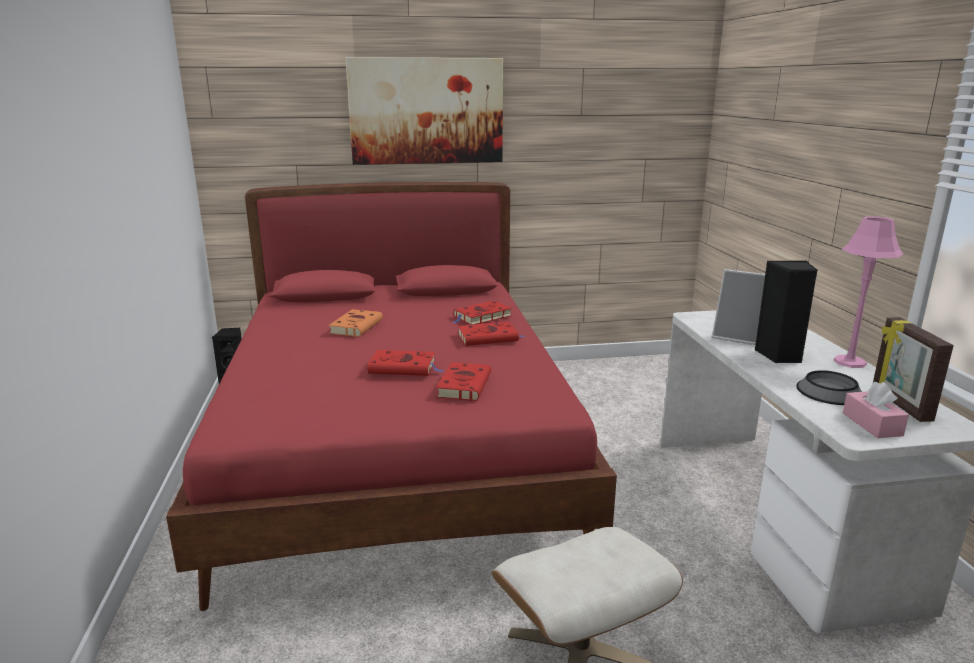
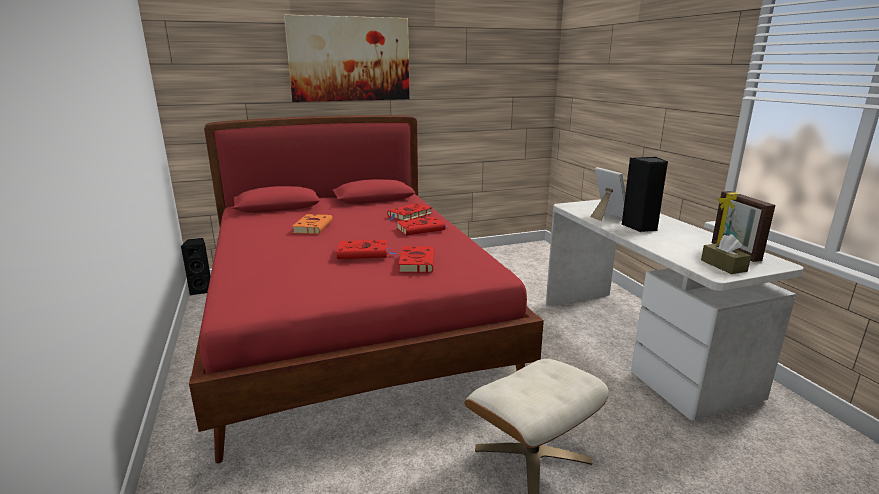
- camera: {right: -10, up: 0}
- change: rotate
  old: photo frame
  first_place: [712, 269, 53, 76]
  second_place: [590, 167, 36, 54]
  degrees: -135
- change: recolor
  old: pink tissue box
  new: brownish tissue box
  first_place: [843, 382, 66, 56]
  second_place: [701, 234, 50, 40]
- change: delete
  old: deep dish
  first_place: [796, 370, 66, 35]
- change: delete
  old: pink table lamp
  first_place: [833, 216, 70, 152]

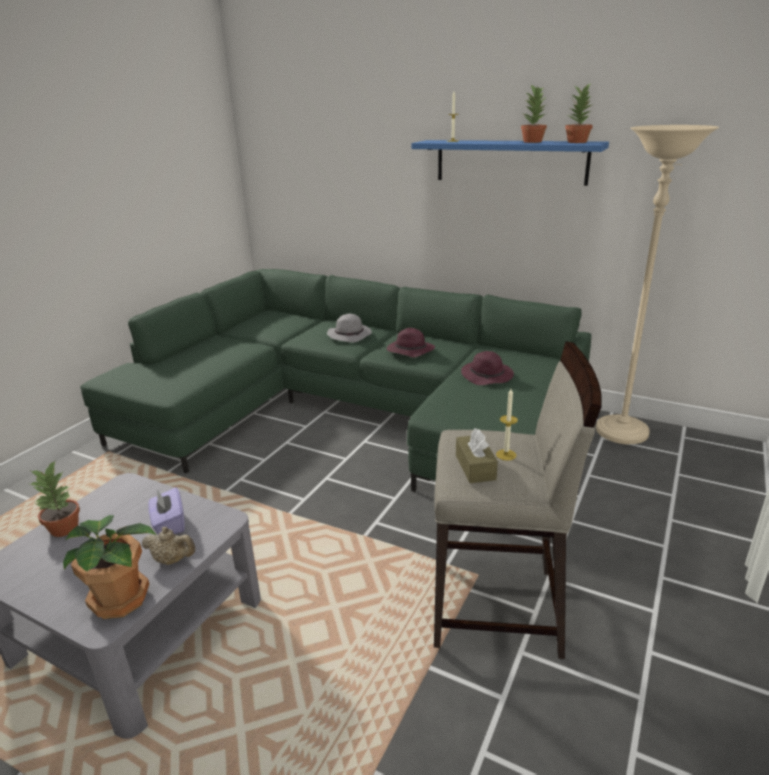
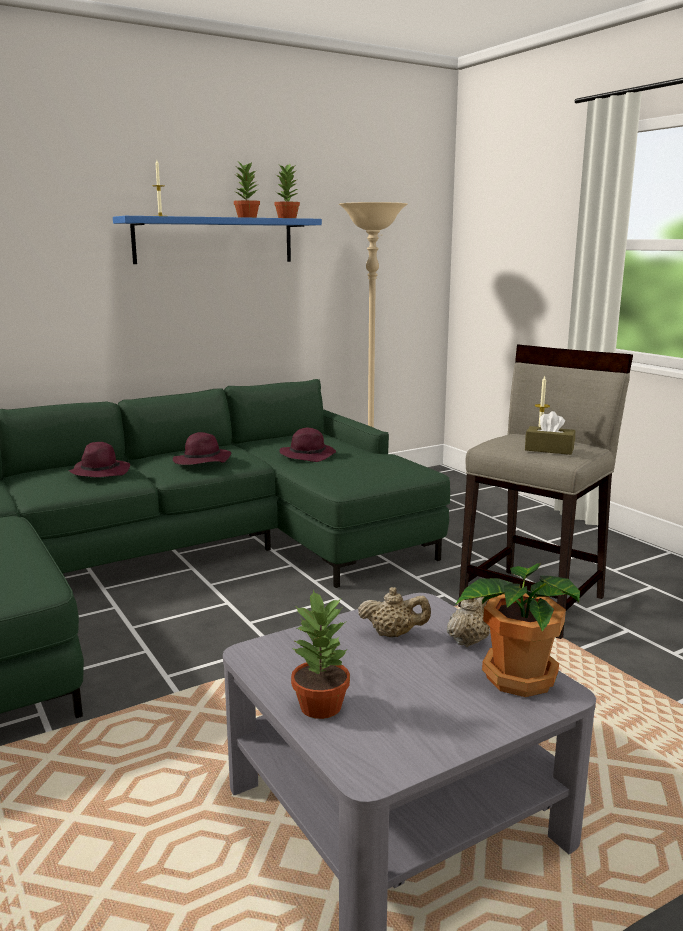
- camera: {right: -60, up: -10}
- change: recolor
  old: greyish hat
  new: purplish hat
  first_place: [327, 314, 45, 29]
  second_place: [69, 442, 61, 35]
- change: replace
  old: purplish tissue box
  new: beige-coloured tea pot
  first_place: [148, 487, 37, 48]
  second_place: [358, 587, 73, 50]

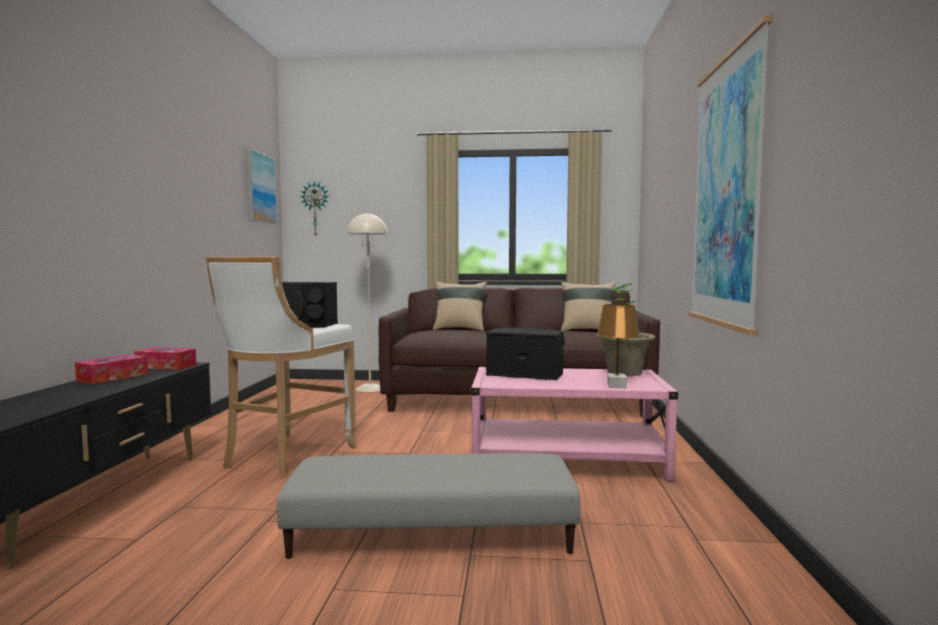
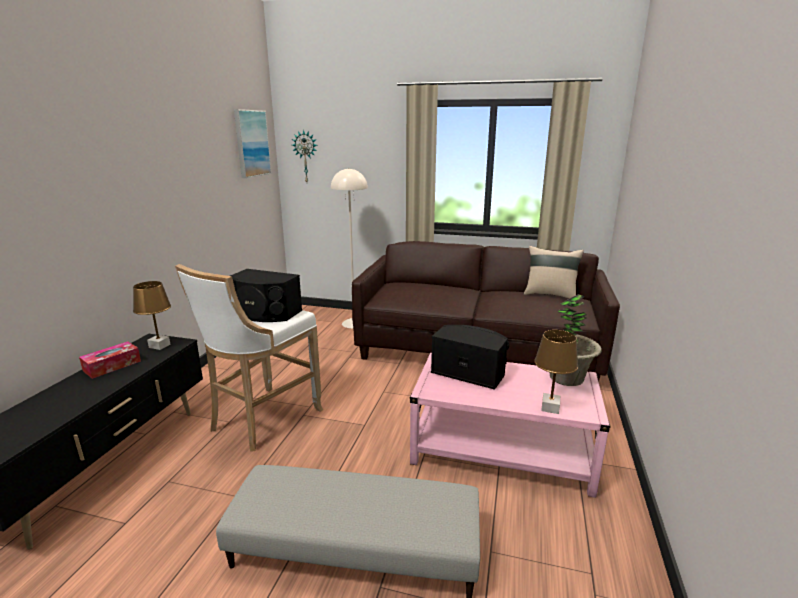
- camera: {right: 10, up: 15}
- change: replace
  old: tissue box
  new: brownish table lamp
  first_place: [134, 347, 62, 23]
  second_place: [133, 281, 38, 69]
- change: delete
  old: beige-coloured pillow
  first_place: [433, 281, 54, 50]
- change: delete
  old: picture
  first_place: [689, 15, 84, 321]

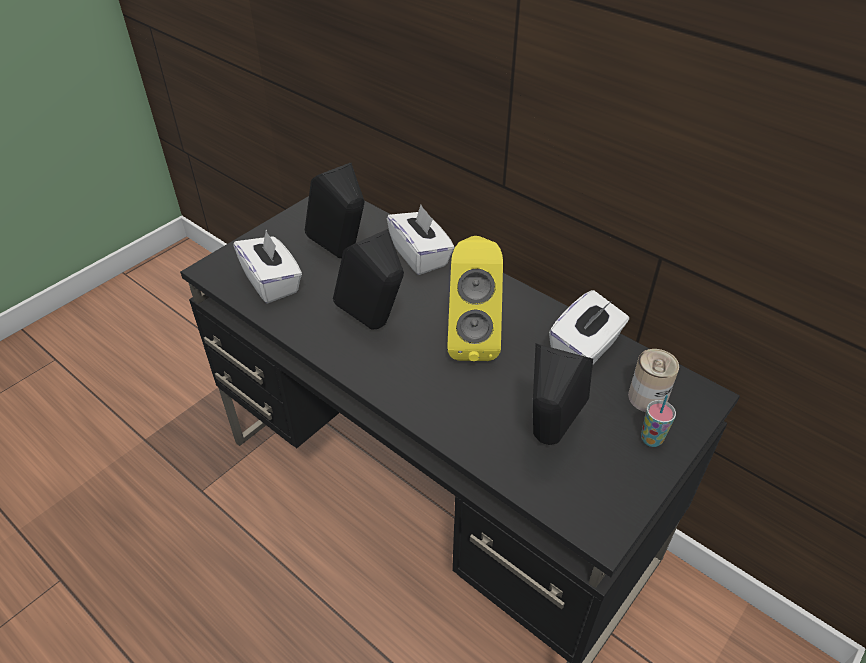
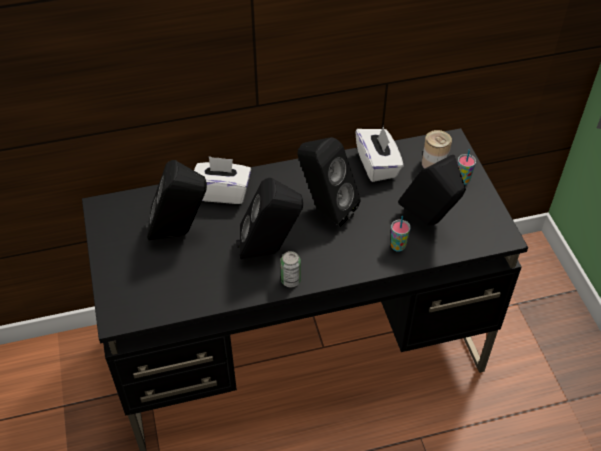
- camera: {right: -55, up: 5}
- change: insert
  new: sealed can
  second_place: [280, 251, 21, 36]
- change: recolor
  old: yellow-coloured speaker
  new: black-coloured speaker
  first_place: [447, 236, 56, 125]
  second_place: [298, 137, 62, 90]
- change: insert
  new: cup
  second_place: [390, 216, 21, 36]
- change: delete
  old: whitish tissue box
  first_place: [233, 230, 69, 73]

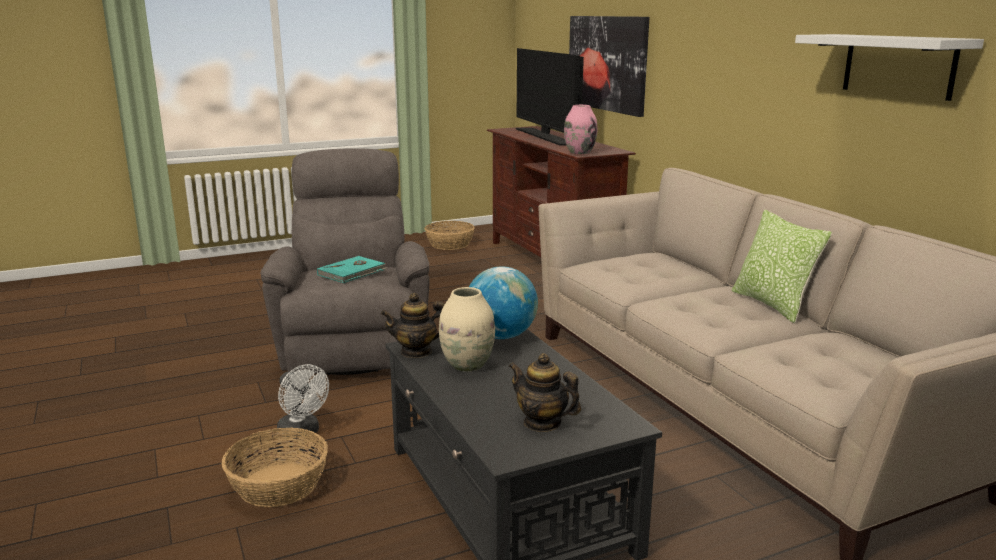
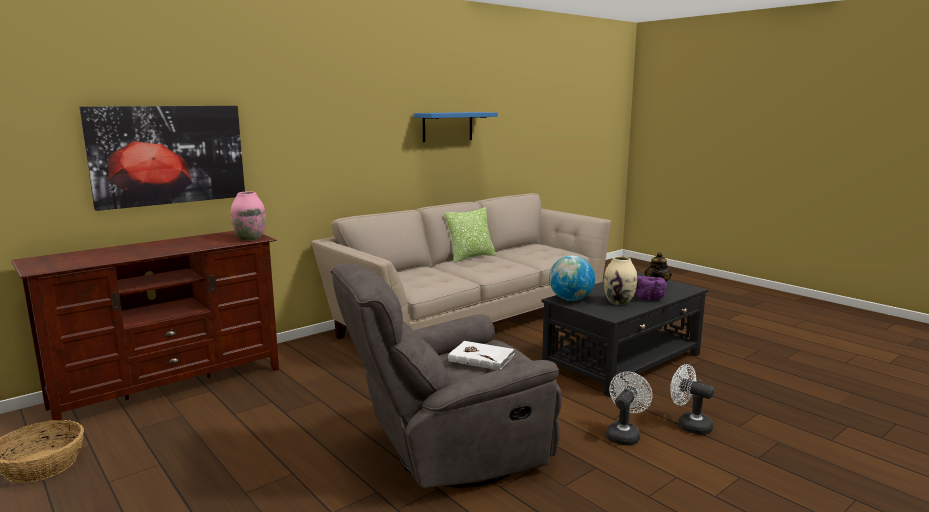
- camera: {right: -105, up: -5}
- change: recolor
  old: whitish wall shelf
  new: blue wall shelf
  first_place: [795, 34, 189, 67]
  second_place: [414, 112, 84, 30]
- change: recolor
  old: blue-green book
  new: whitish book
  first_place: [317, 256, 70, 27]
  second_place: [448, 341, 67, 29]
- change: insert
  new: purplish deep dish
  second_place: [634, 276, 33, 24]
- change: replace
  old: basket
  new: whitish cooling fan
  first_place: [222, 428, 106, 79]
  second_place: [670, 364, 44, 71]
- change: delete
  old: tea pot
  first_place: [381, 293, 64, 65]
- change: delete
  old: TV set
  first_place: [516, 48, 68, 98]

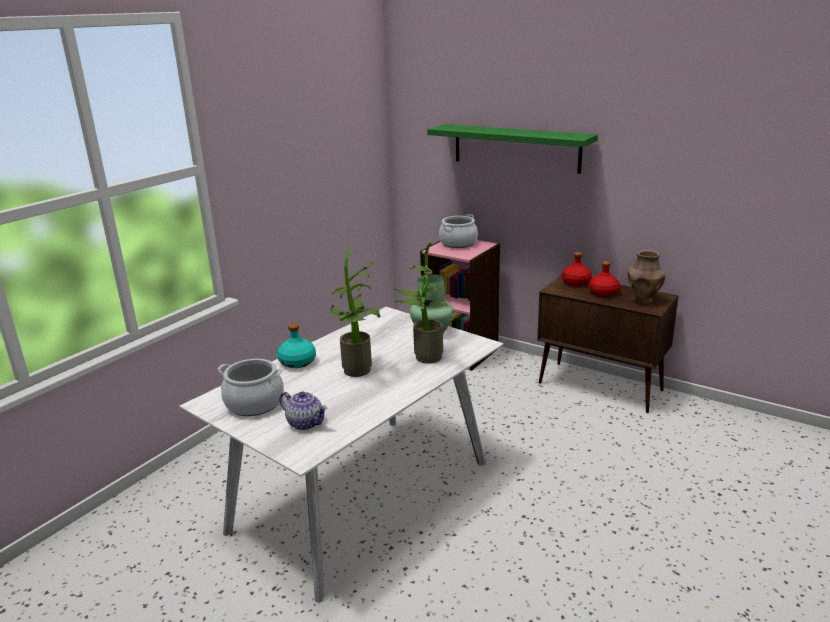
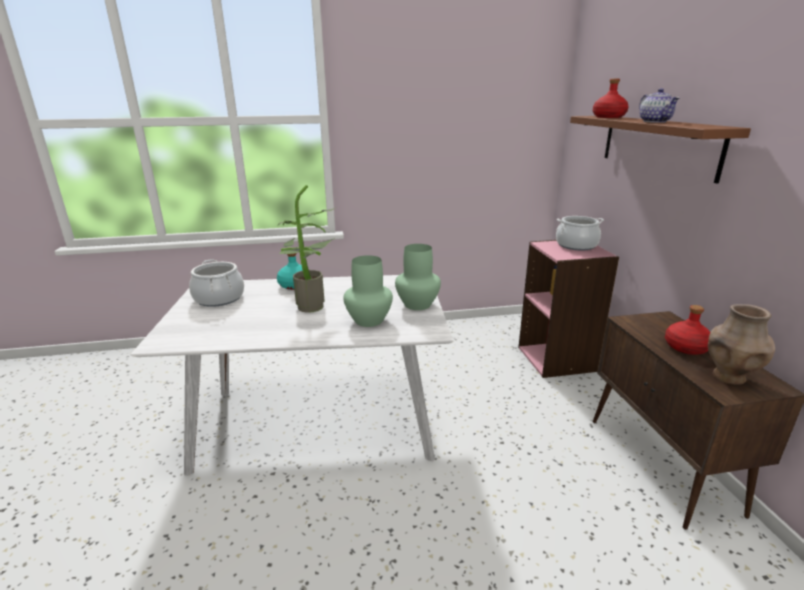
- camera: {right: 45, up: 0}
- change: replace
  old: plant in a pot
  new: green-coloured vase
  first_place: [392, 242, 55, 122]
  second_place: [343, 255, 50, 72]
- change: recolor
  old: green-coloured wall shelf
  new: brownish wall shelf
  first_place: [427, 124, 171, 50]
  second_place: [570, 116, 181, 68]
- change: move
  old: reddish beverage bottle
  first_place: [562, 252, 30, 35]
  second_place: [593, 79, 36, 39]
- change: move
  old: tea pot
  first_place: [279, 392, 48, 38]
  second_place: [639, 88, 41, 35]

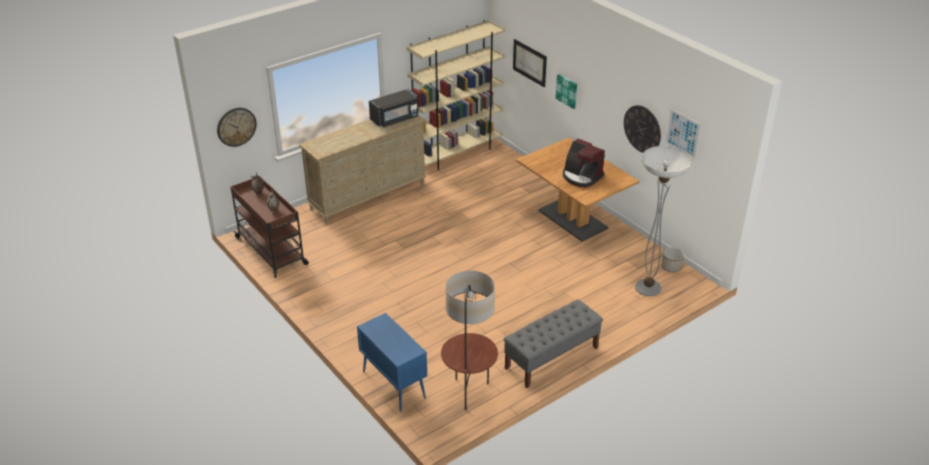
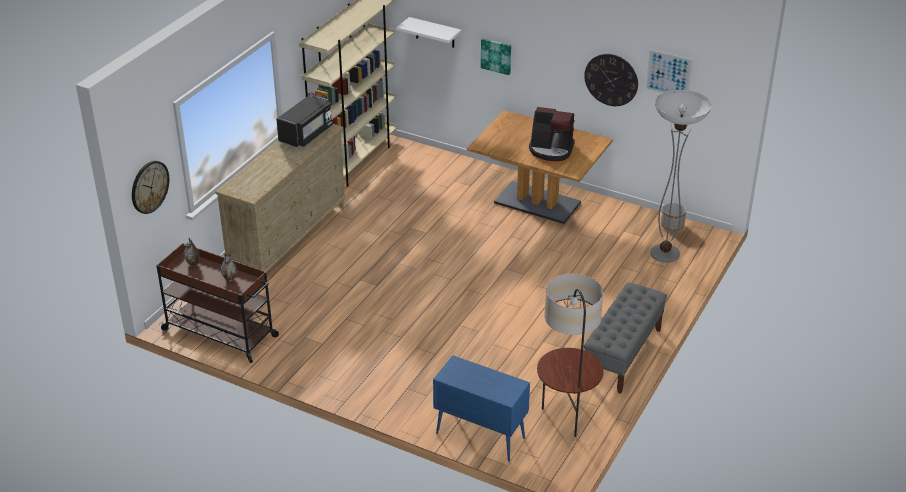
- camera: {right: -25, up: 0}
- change: replace
  old: picture
  new: whitish wall shelf
  first_place: [513, 39, 34, 49]
  second_place: [396, 17, 66, 31]

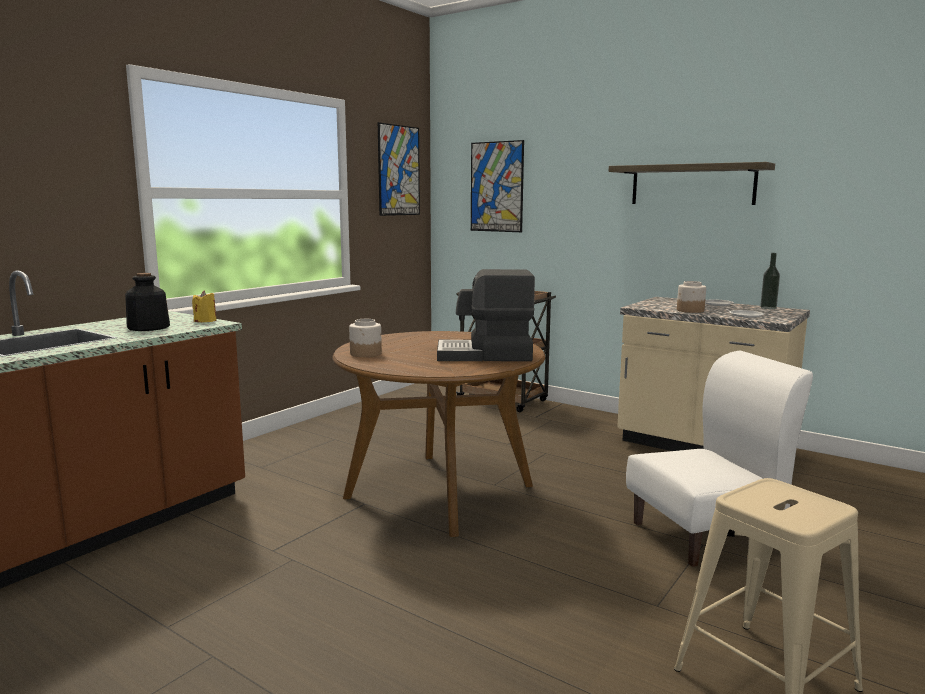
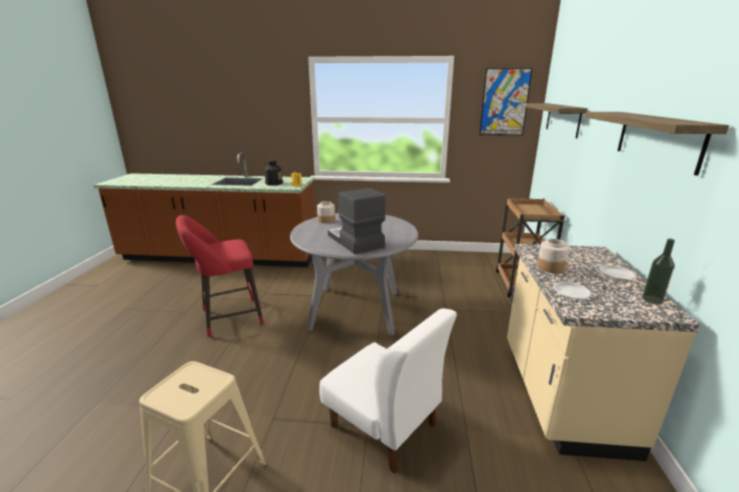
- camera: {right: 60, up: 10}
- change: insert
  new: reddish stool seat
  second_place: [176, 215, 88, 122]
- change: recolor
  old: brownish dinner table
  new: greyish dinner table
  first_place: [332, 331, 213, 206]
  second_place: [290, 213, 128, 123]
- change: replace
  old: picture
  new: wall shelf
  first_place: [471, 140, 53, 92]
  second_place: [525, 103, 63, 36]

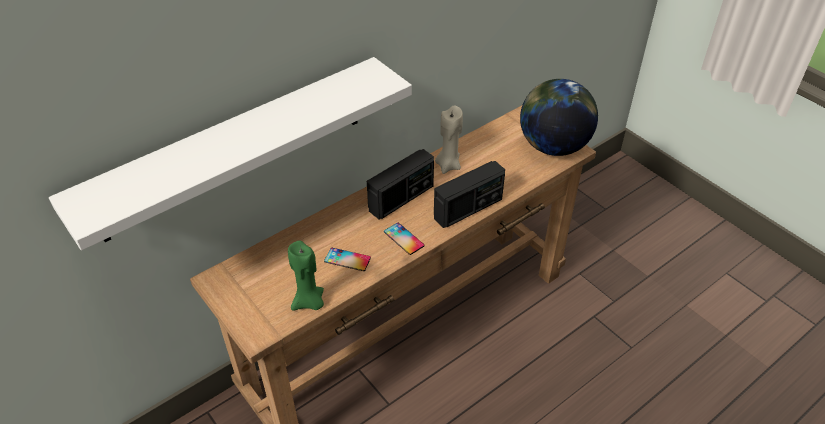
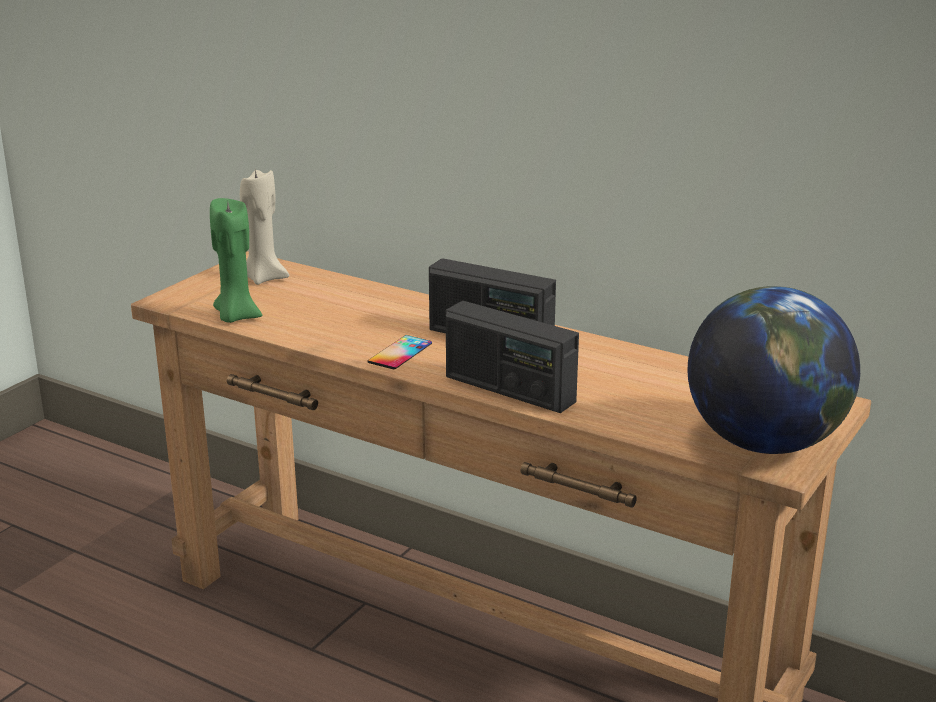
- camera: {right: 70, up: -20}
- change: move
  old: beige-coloured candle
  first_place: [435, 106, 28, 68]
  second_place: [240, 168, 49, 117]
- change: delete
  old: whitish wall shelf
  first_place: [49, 57, 363, 193]
- change: delete
  old: handset
  first_place: [324, 248, 47, 23]

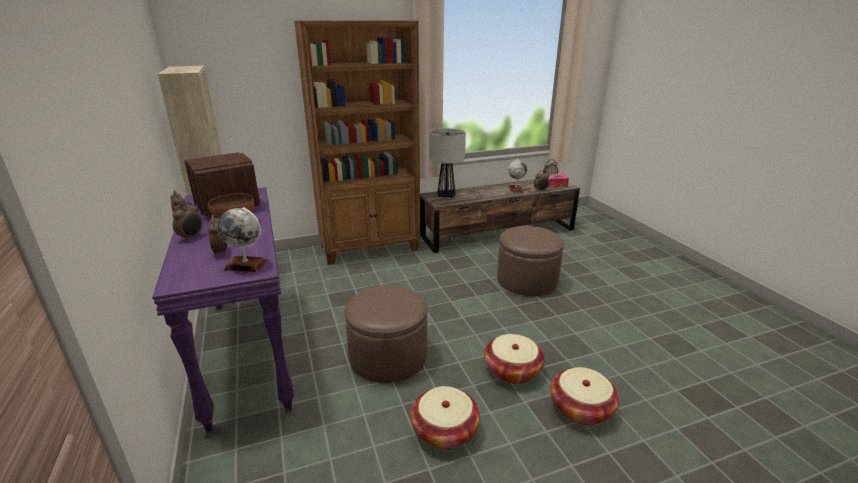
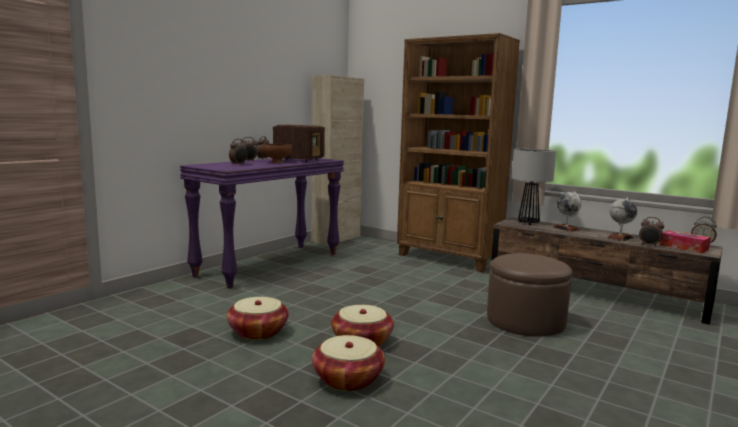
- camera: {right: 55, up: -15}
- change: move
  old: globe
  first_place: [217, 208, 50, 64]
  second_place: [553, 192, 28, 40]
- change: delete
  old: brownish ottoman
  first_place: [345, 285, 82, 98]

